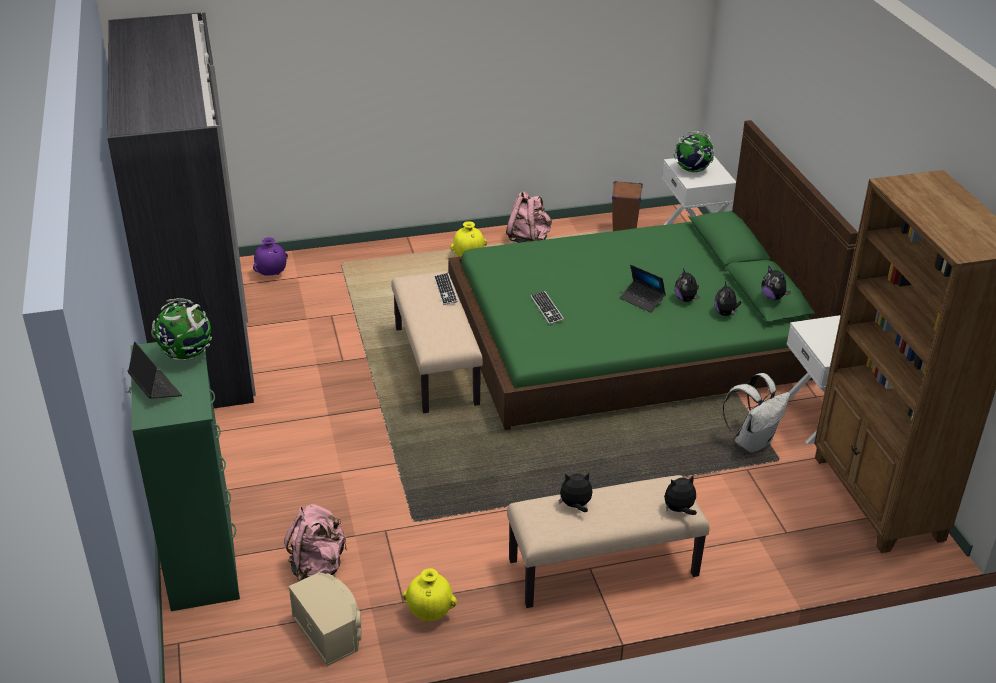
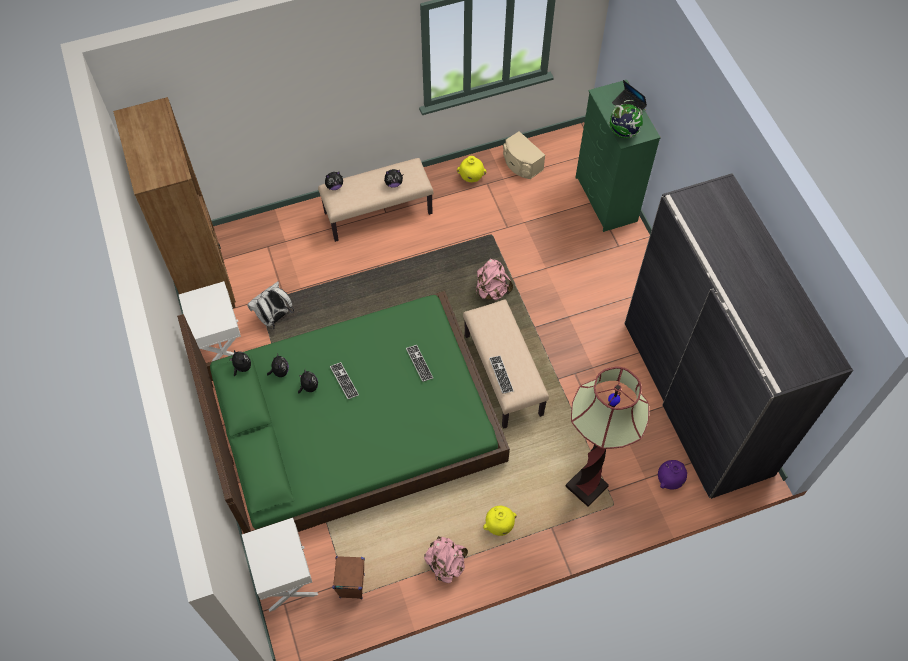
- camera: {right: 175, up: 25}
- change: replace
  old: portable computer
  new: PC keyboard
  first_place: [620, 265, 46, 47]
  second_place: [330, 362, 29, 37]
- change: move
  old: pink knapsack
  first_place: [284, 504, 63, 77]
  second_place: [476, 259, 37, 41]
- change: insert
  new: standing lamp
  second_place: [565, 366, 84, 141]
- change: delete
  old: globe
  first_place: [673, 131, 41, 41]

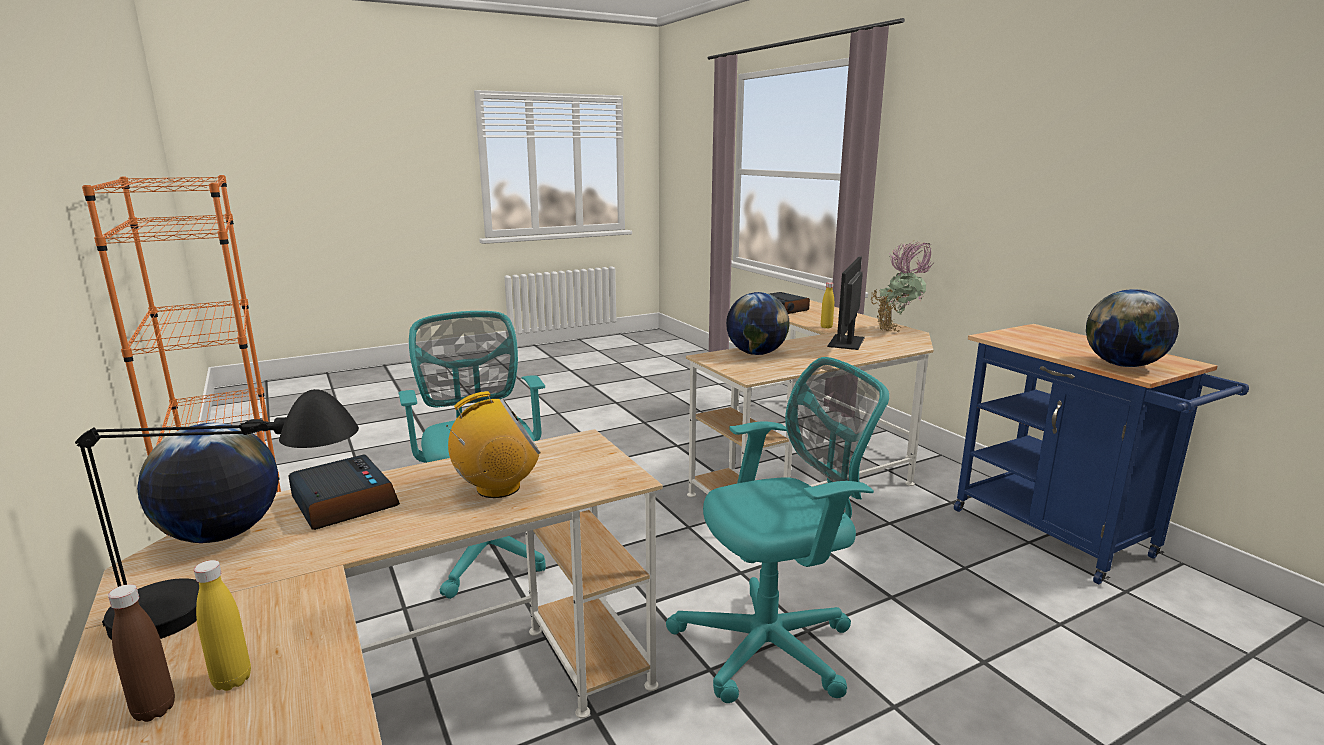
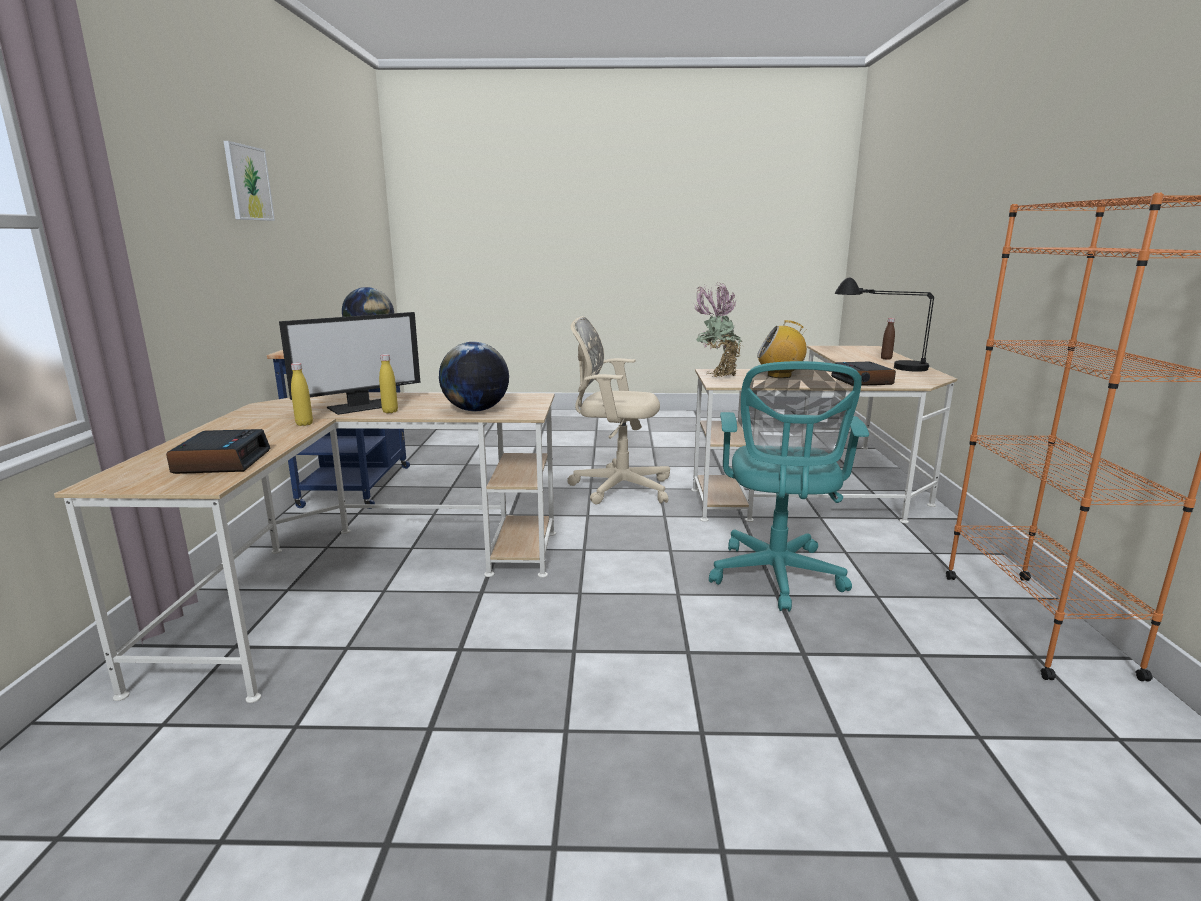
- camera: {right: -150, up: 0}
- change: insert
  new: picture
  second_place: [224, 141, 51, 80]
- change: move
  old: yellow-coloured beverage bottle
  first_place: [194, 560, 57, 131]
  second_place: [379, 354, 19, 59]
- change: recolor
  old: blue-green computer chair
  new: beige-coloured computer chair
  first_place: [666, 357, 223, 346]
  second_place: [567, 316, 103, 189]
- change: move
  old: plant in a pot
  first_place: [871, 241, 62, 91]
  second_place: [694, 283, 48, 95]
- change: delete
  old: globe
  first_place: [137, 423, 142, 120]

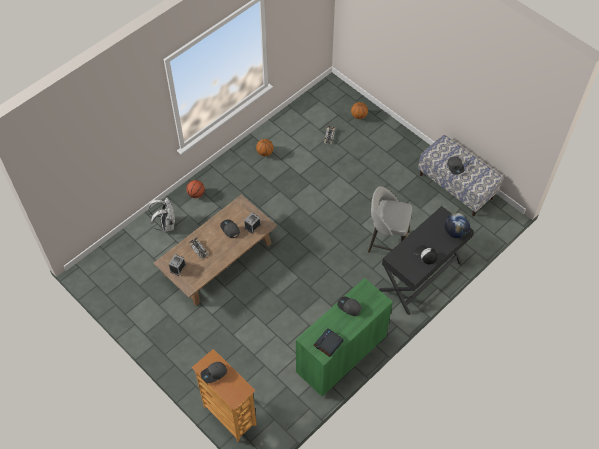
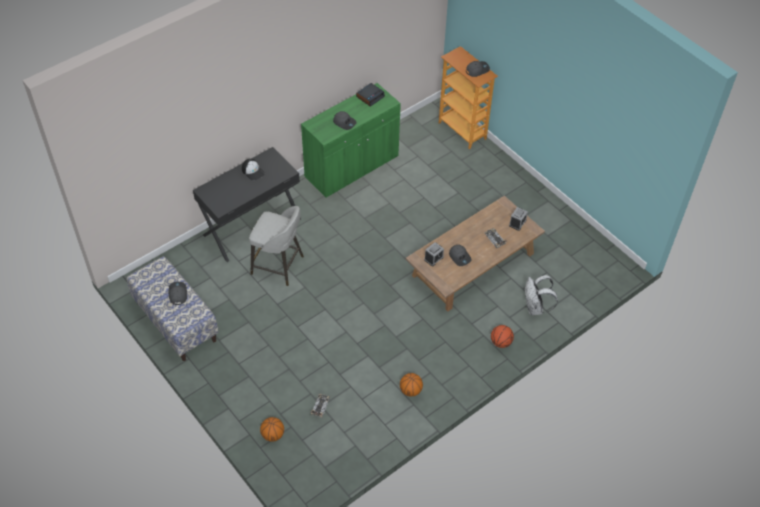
- camera: {right: -175, up: -5}
- change: delete
  old: globe
  first_place: [445, 213, 25, 25]

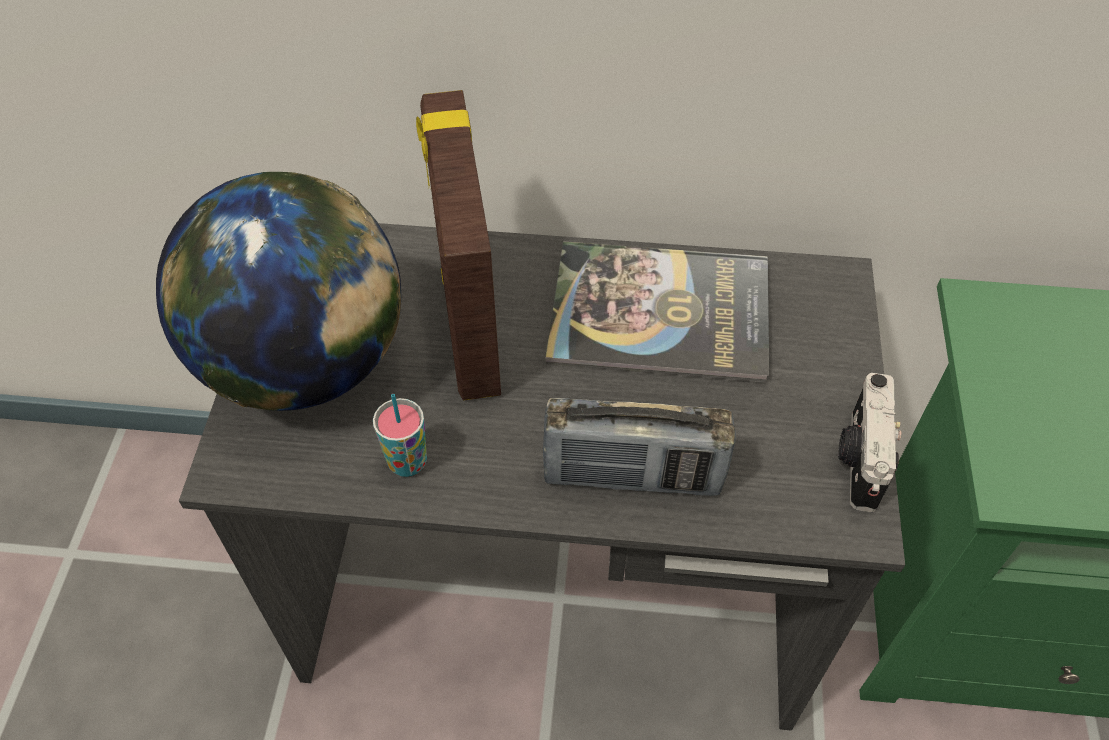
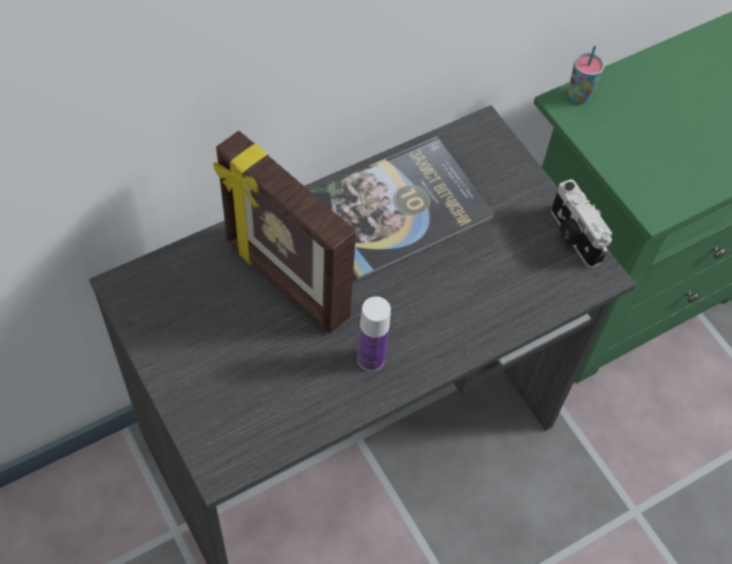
- camera: {right: -40, up: 5}
- change: insert
  new: beverage bottle
  second_place: [357, 296, 34, 75]
- change: move
  old: cup
  first_place: [373, 394, 54, 83]
  second_place: [568, 46, 36, 58]
- change: delete
  old: globe
  first_place: [156, 172, 245, 239]
- change: delete
  old: radio
  first_place: [543, 398, 193, 98]

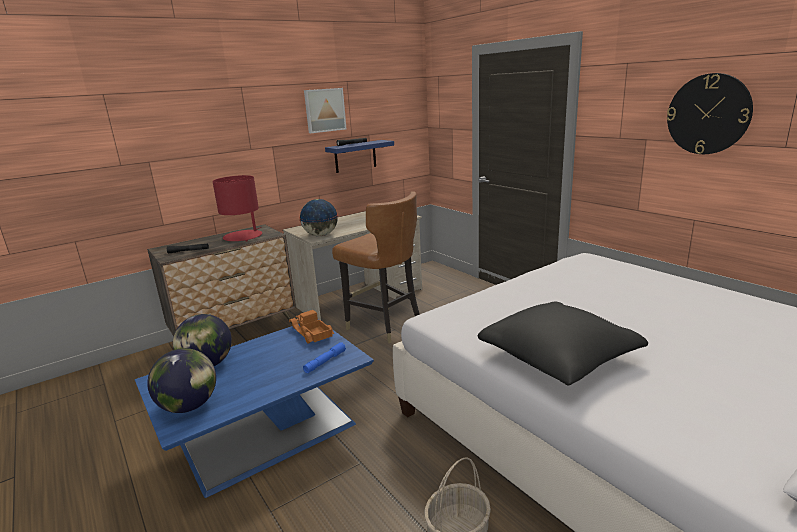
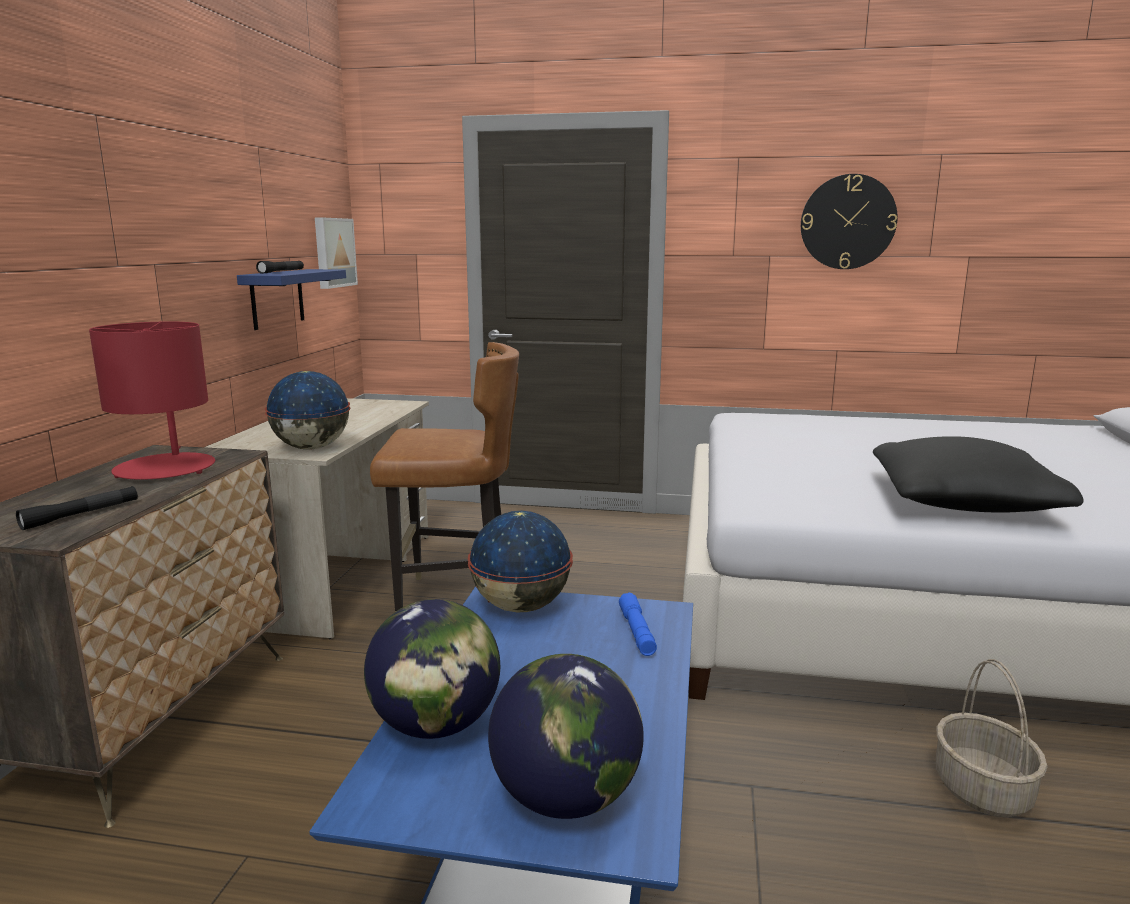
- camera: {right: -45, up: -5}
- change: move
  old: picture
  first_place: [304, 88, 42, 45]
  second_place: [315, 217, 43, 72]
- change: replace
  old: toy truck
  new: globe
  first_place: [289, 310, 45, 34]
  second_place: [468, 511, 105, 101]

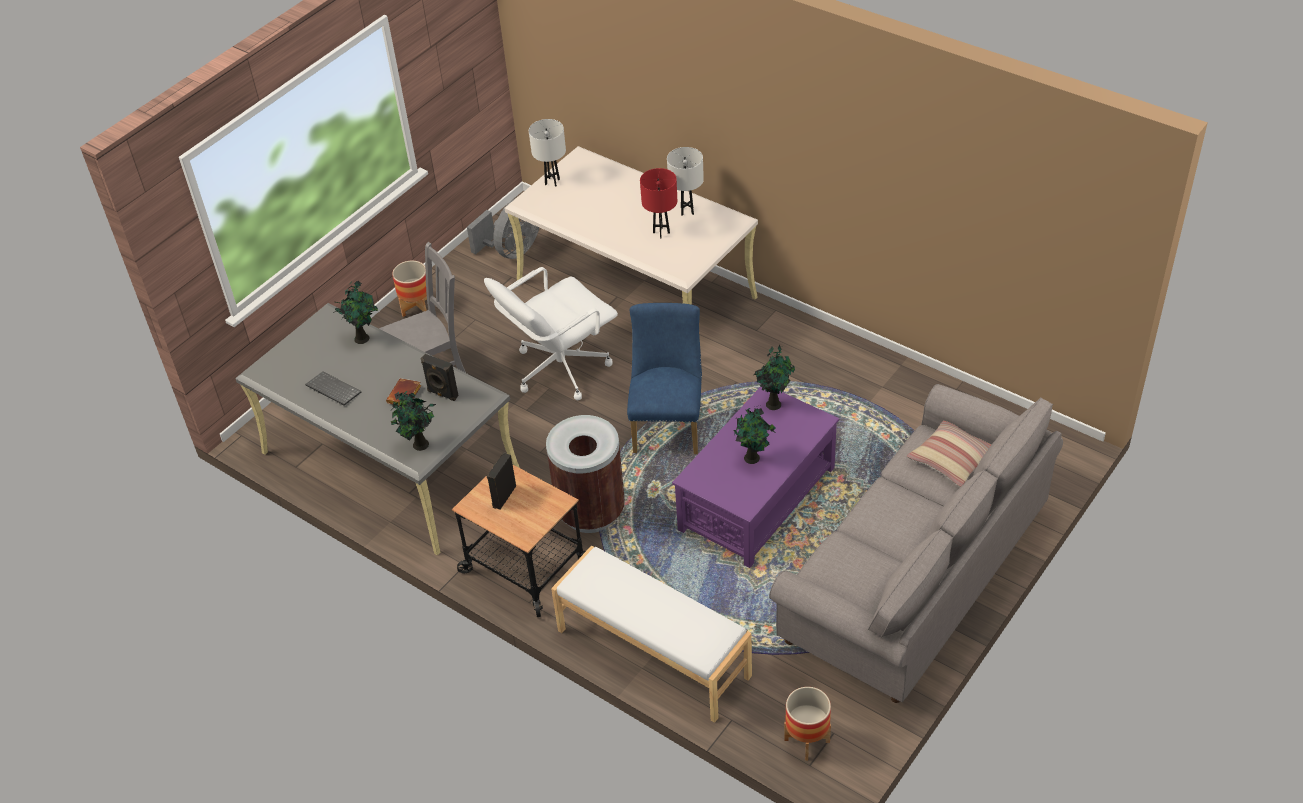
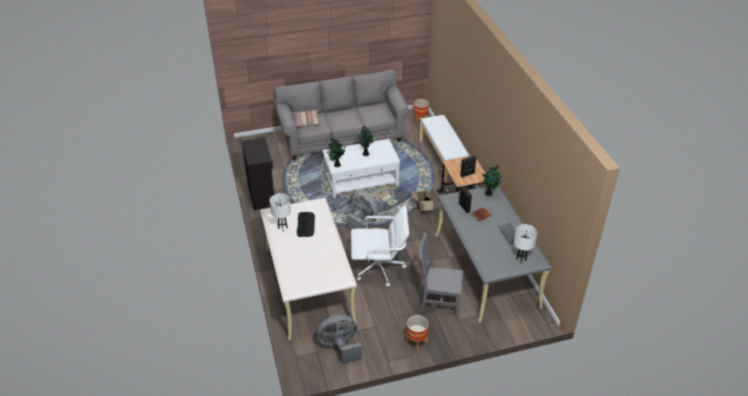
- camera: {right: -145, up: -5}
- change: insert
  new: black-coloured cupboard
  second_place: [242, 137, 32, 73]
- change: replace
  old: reddish table lamp
  new: PC keyboard
  first_place: [640, 168, 37, 70]
  second_place: [297, 212, 18, 25]
- change: recolor
  old: purplish coffee table
  new: whitish coffee table
  first_place: [672, 387, 167, 181]
  second_place: [322, 139, 79, 59]
- change: replace
  old: blue chair
  new: greyish cooling fan
  first_place: [627, 303, 75, 151]
  second_place: [347, 190, 31, 40]
- change: replace
  old: brownish rubbish bin
  new: carton
  first_place: [546, 415, 79, 118]
  second_place: [411, 188, 23, 24]
- change: move
  old: whitish table lamp
  first_place: [529, 119, 37, 67]
  second_place: [514, 224, 23, 39]
- change: delete
  old: plant in a pot
  first_place: [333, 281, 45, 63]

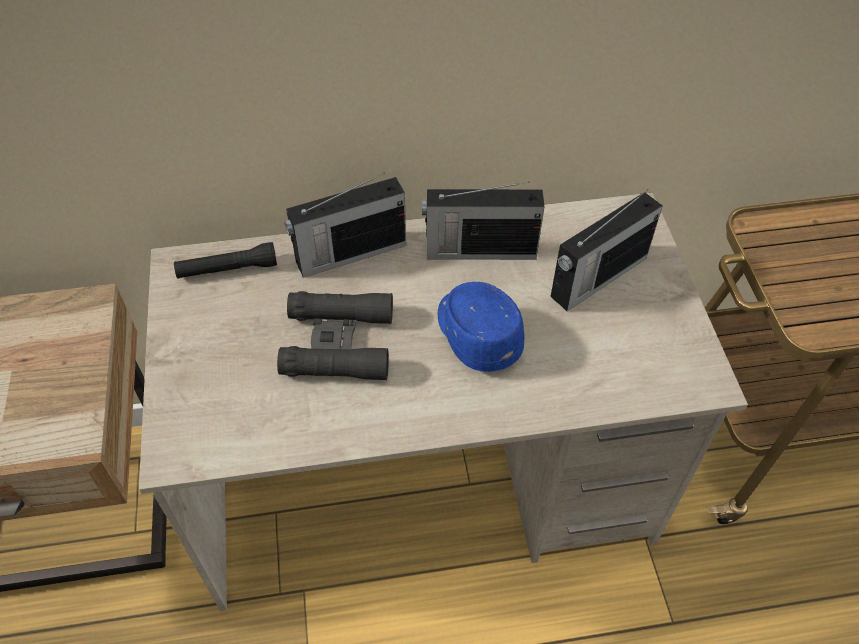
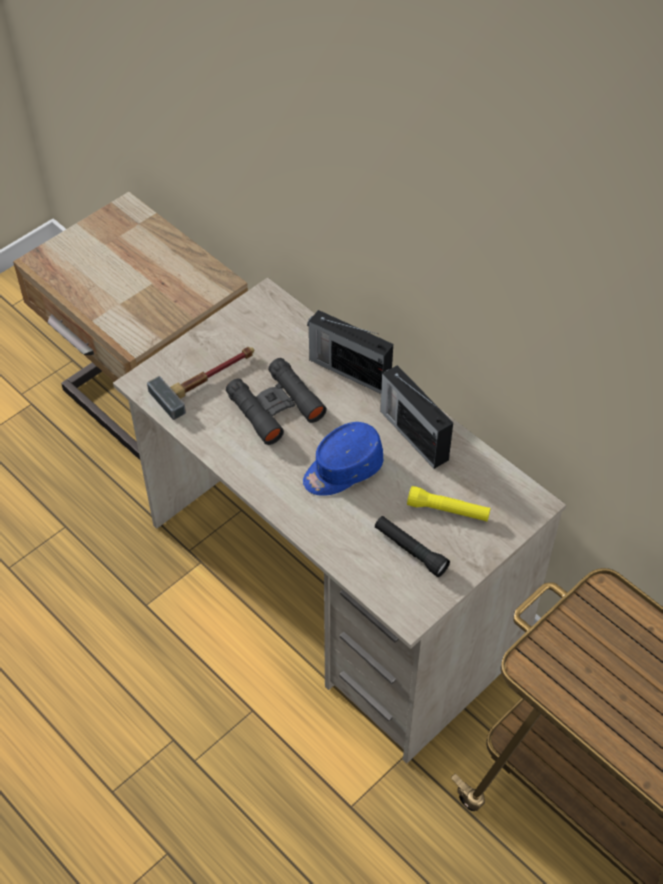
- camera: {right: 55, up: 0}
- change: insert
  new: tool hammer
  second_place: [147, 347, 107, 73]
- change: rotate
  old: blue baseball cap
  first_place: [438, 282, 87, 90]
  second_place: [303, 422, 80, 74]
  degrees: -150
- change: move
  old: black-coloured hand torch
  first_place: [174, 242, 103, 37]
  second_place: [375, 516, 75, 61]
- change: replace
  old: radio
  new: yellow-coloured hand torch
  first_place: [550, 189, 112, 122]
  second_place: [407, 486, 84, 36]

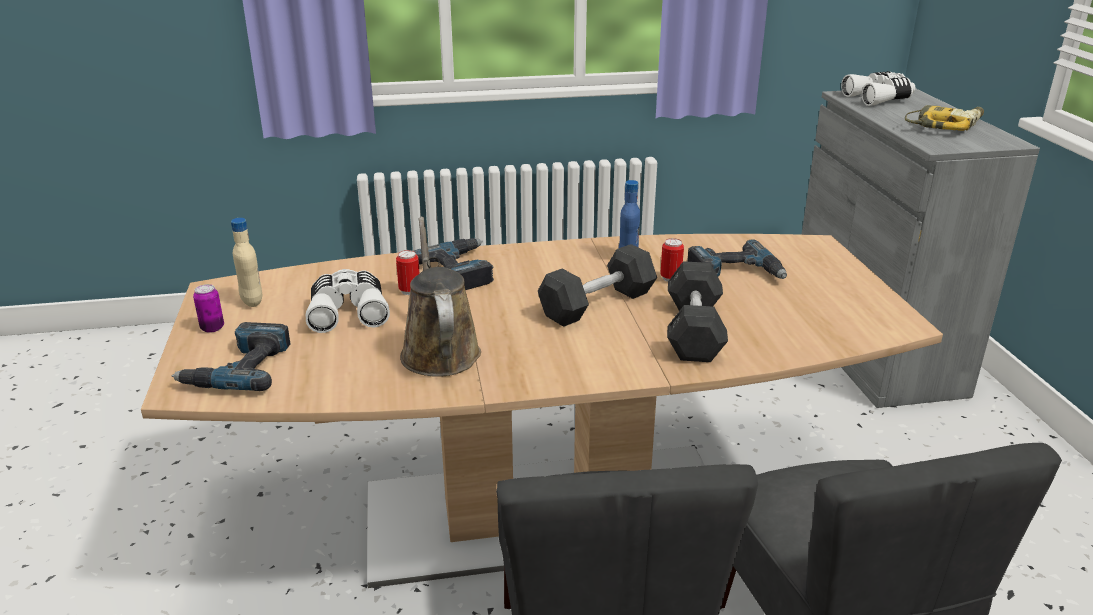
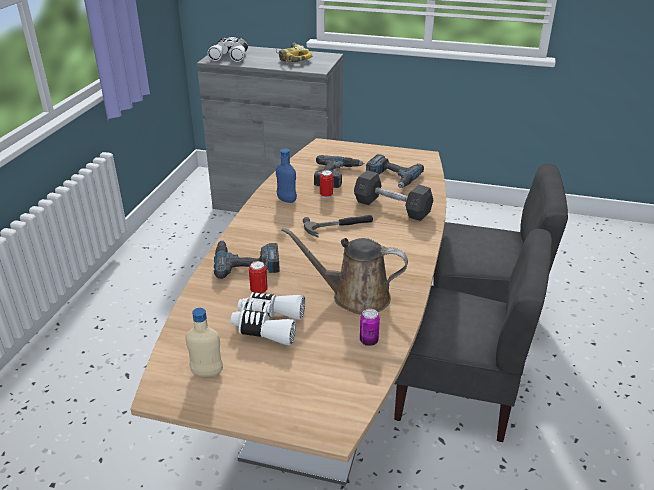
- camera: {right: -65, up: 5}
- change: replace
  old: greyish hand weight
  new: tool hammer
  first_place: [538, 244, 119, 83]
  second_place: [303, 215, 70, 22]
- change: move
  old: sealed can
  first_place: [193, 284, 31, 49]
  second_place: [360, 309, 20, 37]
- change: move
  old: electric drill
  first_place: [171, 322, 119, 69]
  second_place: [366, 154, 58, 34]

